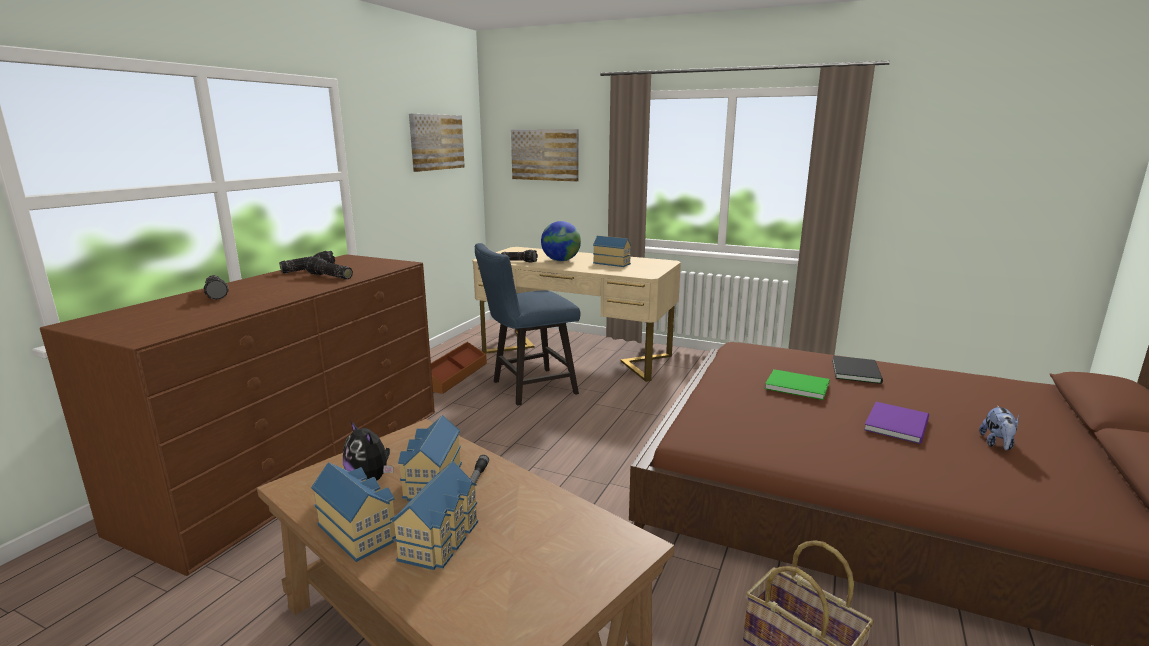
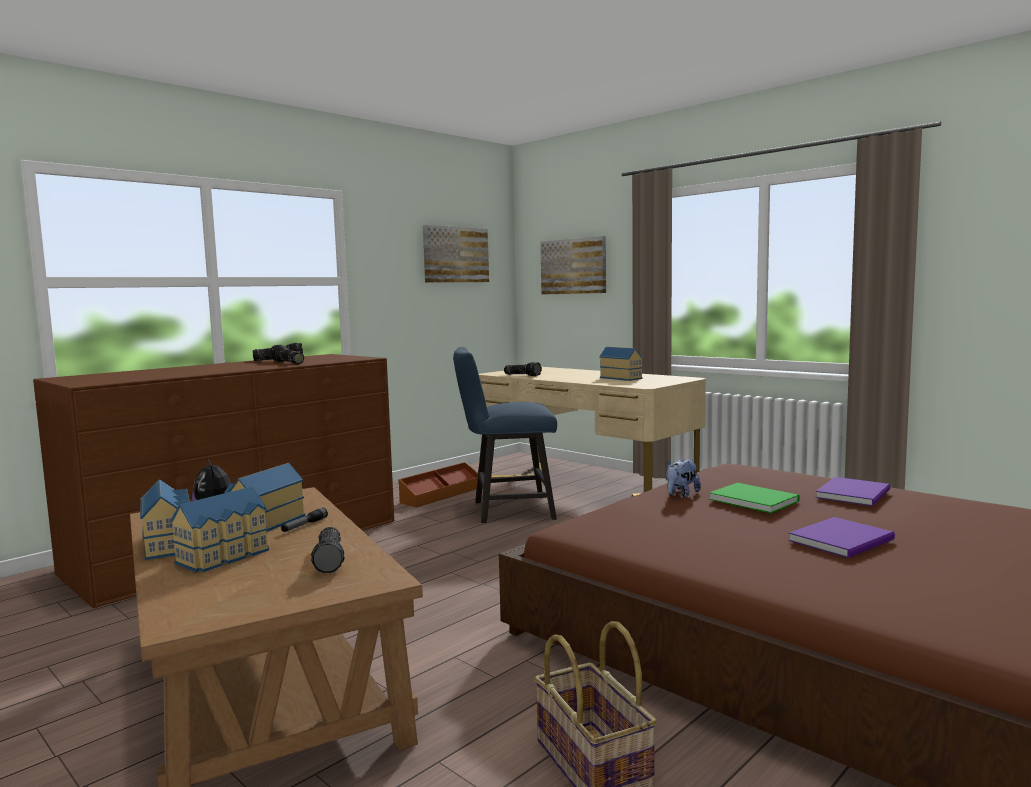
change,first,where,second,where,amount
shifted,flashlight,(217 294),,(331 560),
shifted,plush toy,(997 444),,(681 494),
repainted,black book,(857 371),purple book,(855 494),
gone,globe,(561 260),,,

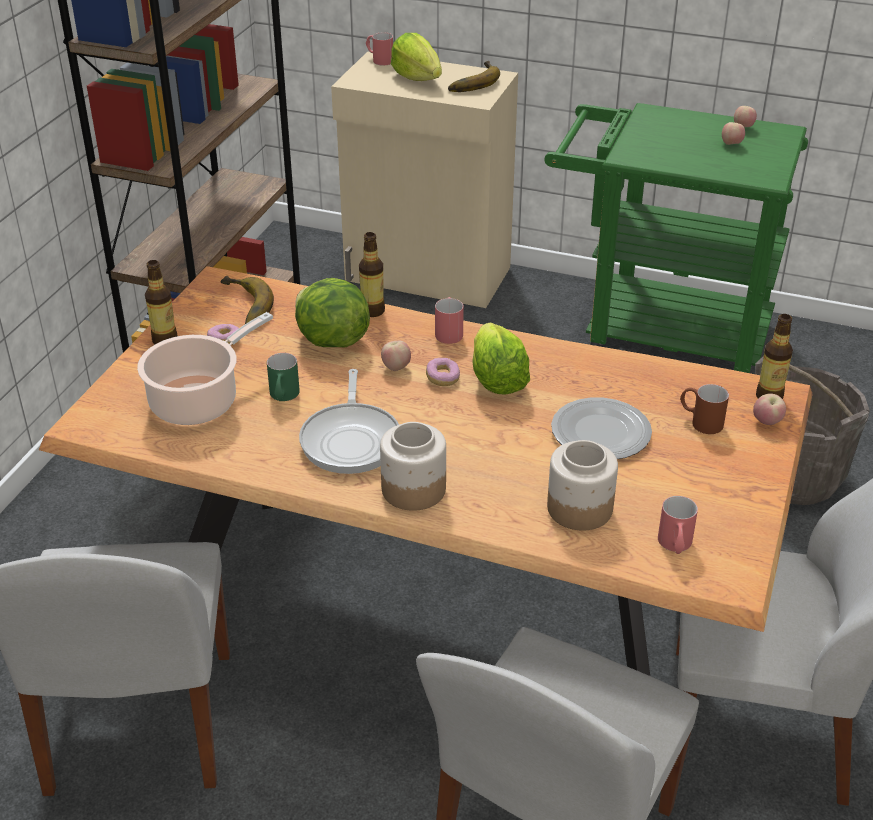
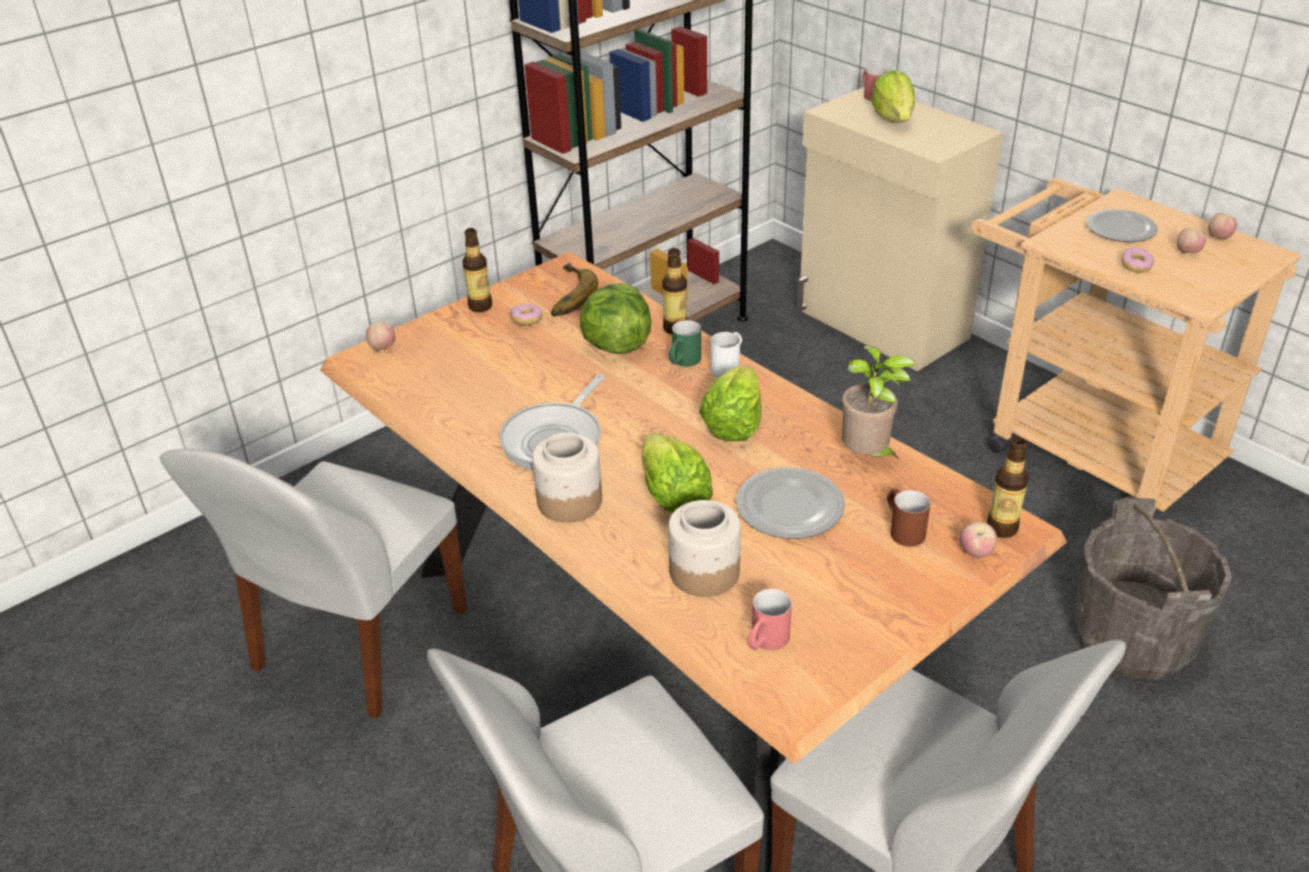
change,first,where,second,where,amount
shifted,apple,(396 367),,(383 348),
new,,,lettuce,(672 496),
shifted,green mug,(283 397),,(682 362),
repainted,red mug,(449 331),white mug,(728 367),
new,,,potted plant,(867 457),
repainted,green cart,(658 334),beige cart,(1084 447),
new,,,plate,(1119 228),
shifted,donut,(442 378),,(1135 266),
gone,cooking pot,(199 400),,,
gone,banana,(471 82),,,

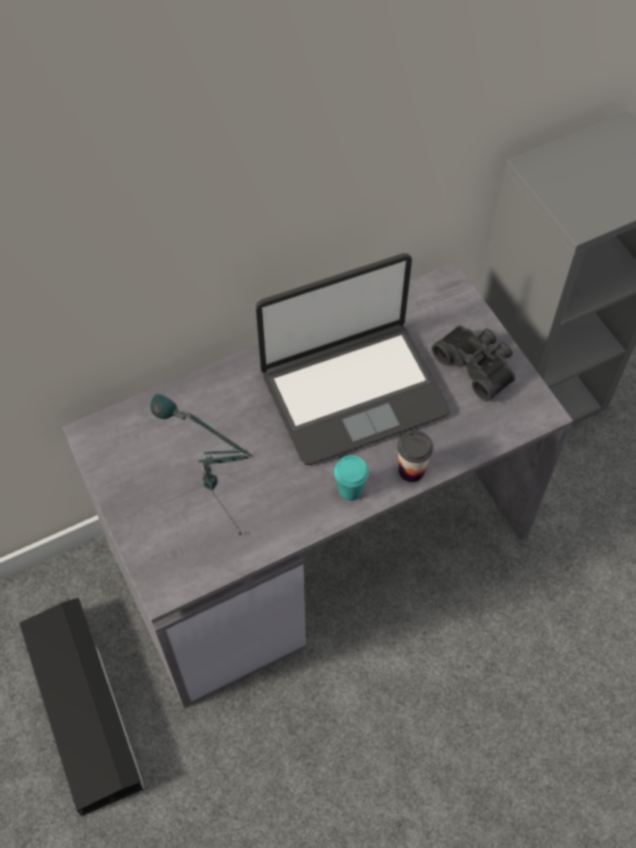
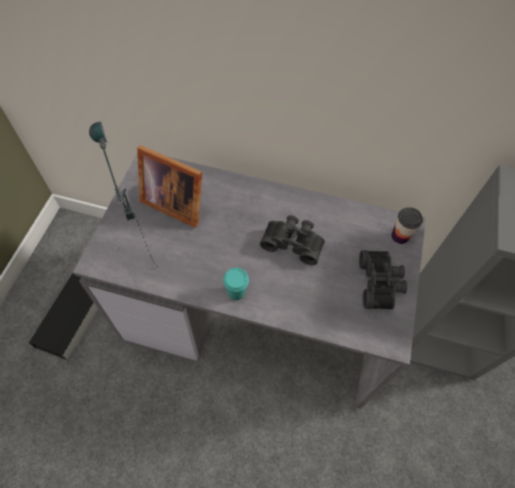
change,first,where,second,where,amount
new,,,picture frame,(174 202),
swapped,laptop,(353 392),black binoculars,(293 242),
shifted,cup,(411 470),,(400 236),

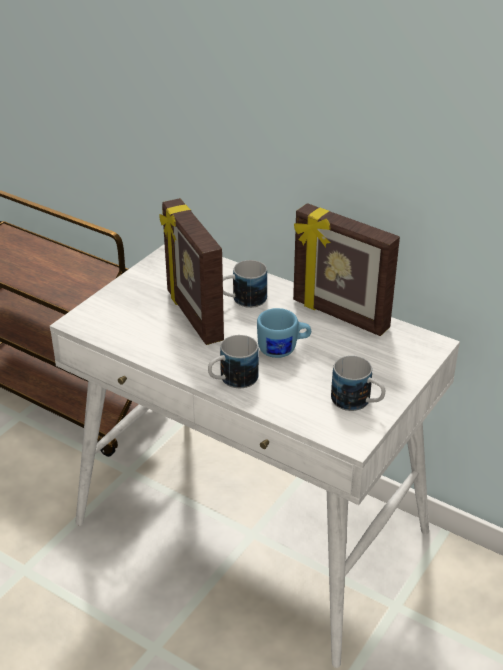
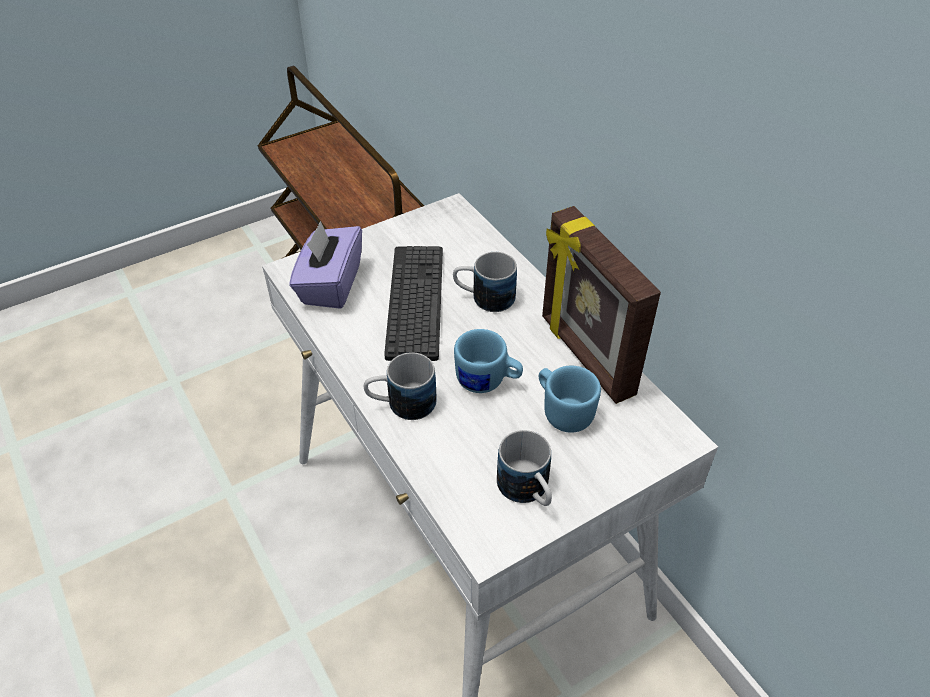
change,first,where,second,where,amount
new,,,purple tissue box,(330 285),
swapped,picture frame,(193 316),keyboard,(415 302),
new,,,blue mug,(563 411),

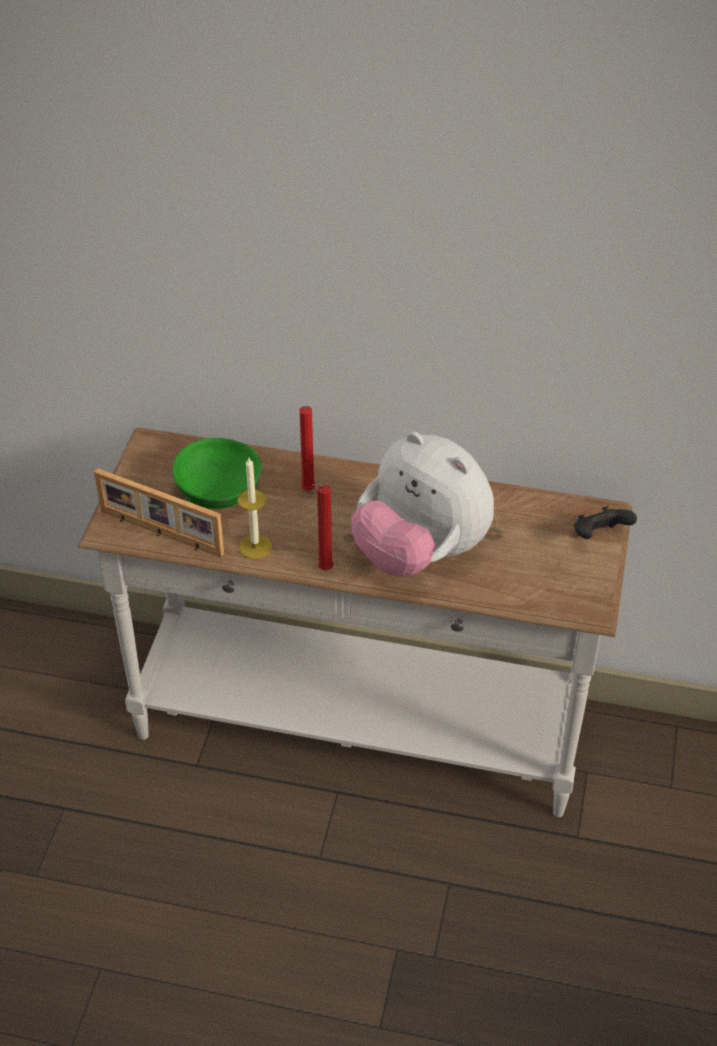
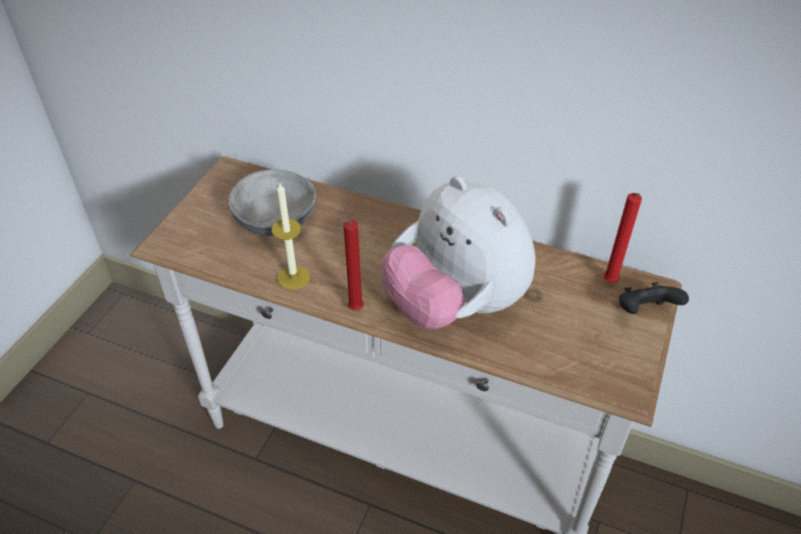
change,first,where,second,where,amount
repainted,green bowl,(217 491),grey bowl,(274 220),
shifted,red candle,(307 492),,(609 283),
gone,picture frame,(160 534),,,

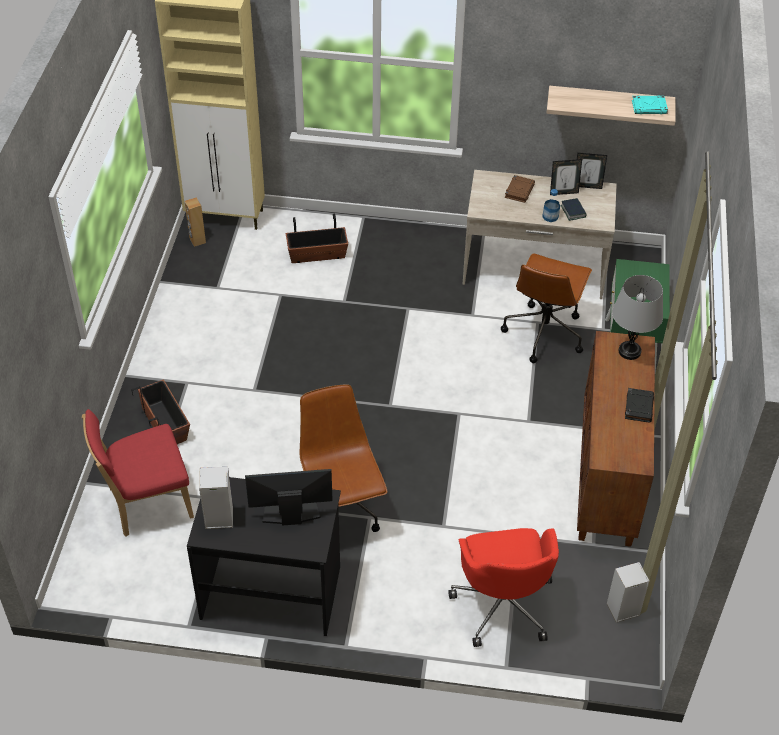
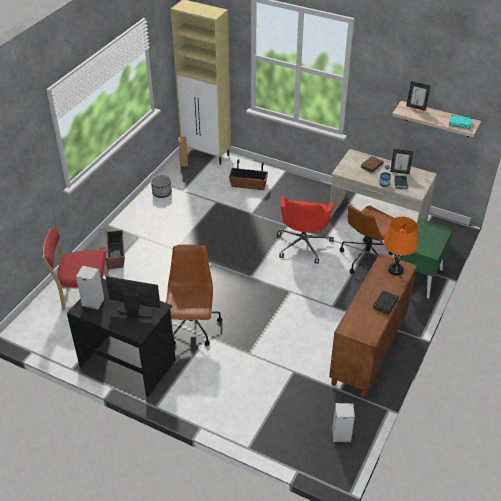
change,first,where,second,where,amount
new,,,planter,(162 193),
shifted,red office chair,(503 603),,(303 244),
repainted,grey table lamp,(629 351),orange table lamp,(395 270),
shifted,picture frame,(587 186),,(416 107),

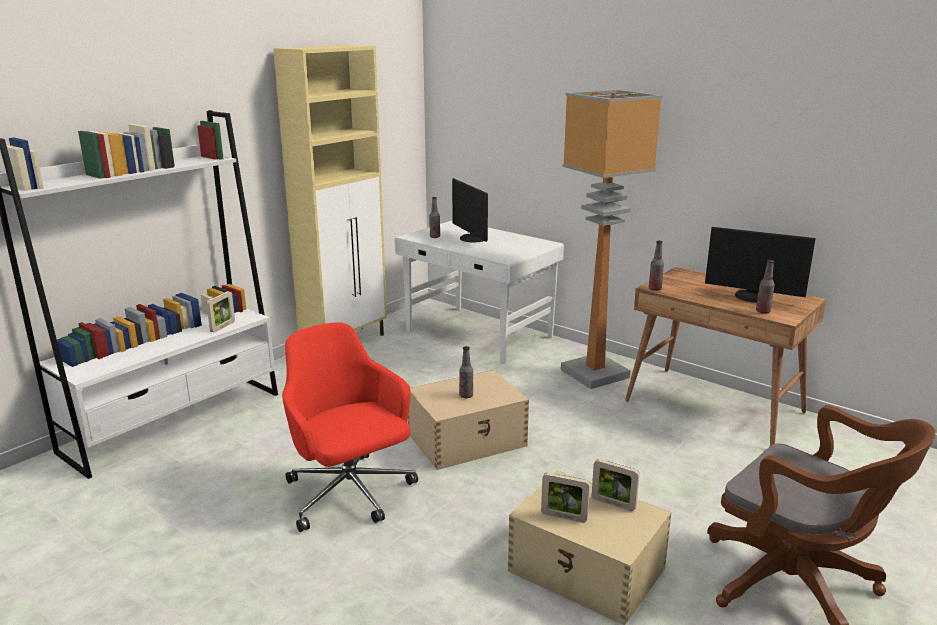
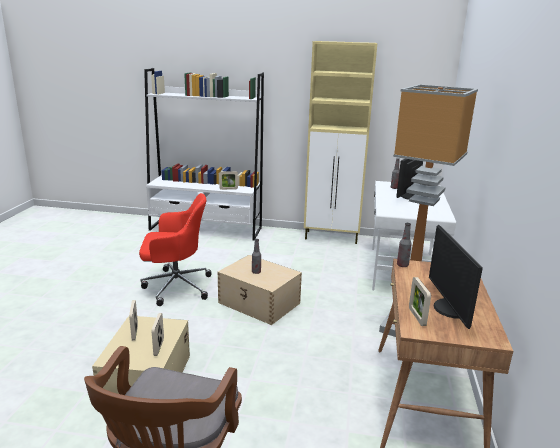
change,first,where,second,where,amount
rotated,red office chair,(350 494),,(175 286),60 degrees clockwise
swapped,bottle,(763 311),picture frame,(417 317),

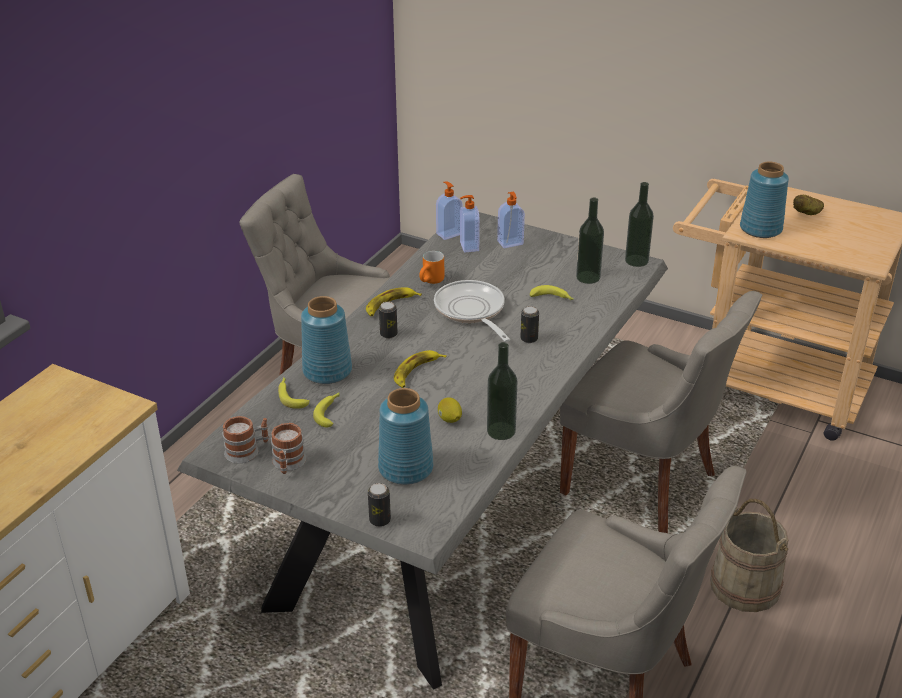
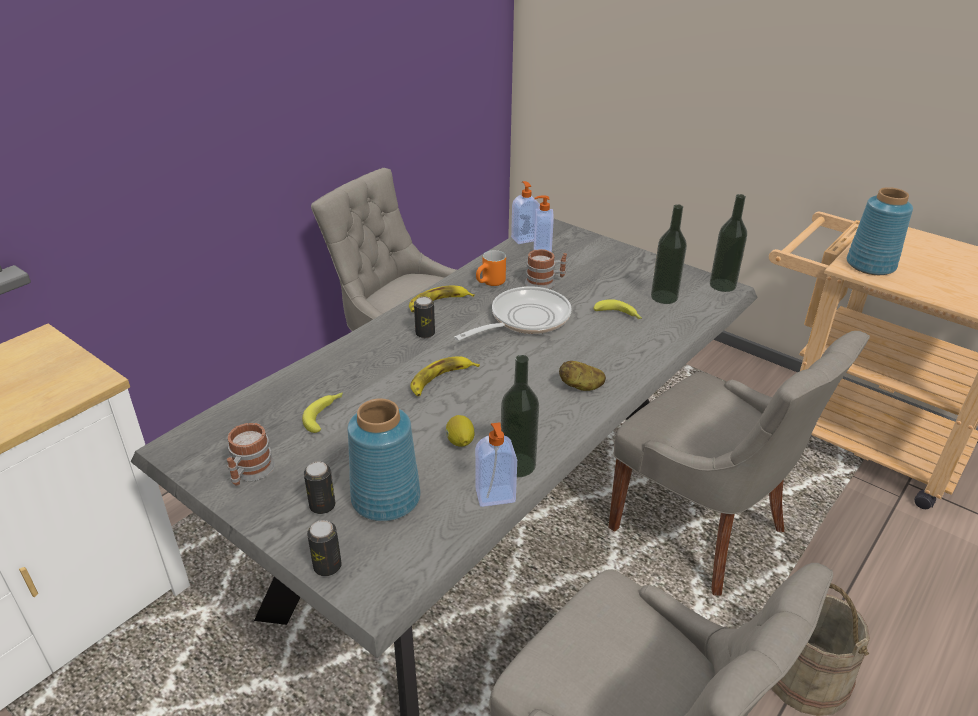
change,first,where,second,where,amount
shifted,can,(529 339),,(322 506),
rotated,frying pan,(471 311),,(524 319),60 degrees clockwise
shifted,soap dispenser,(510 243),,(495 497),
shifted,mug,(247 451),,(545 283),
shifted,potato,(807 213),,(581 386),
gone,banana,(291 396),,,
gone,blue vase,(327 372),,,

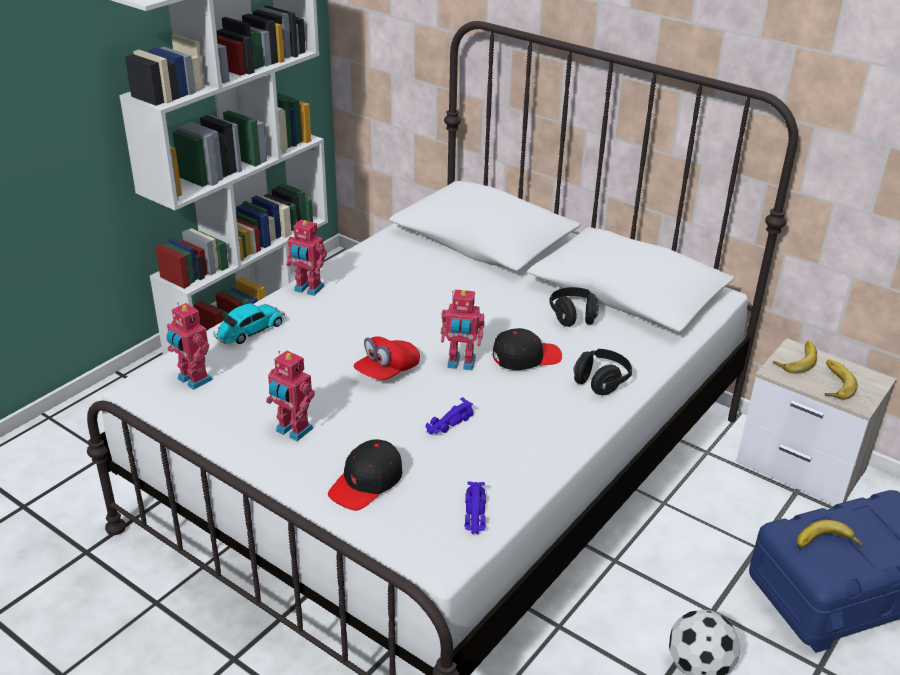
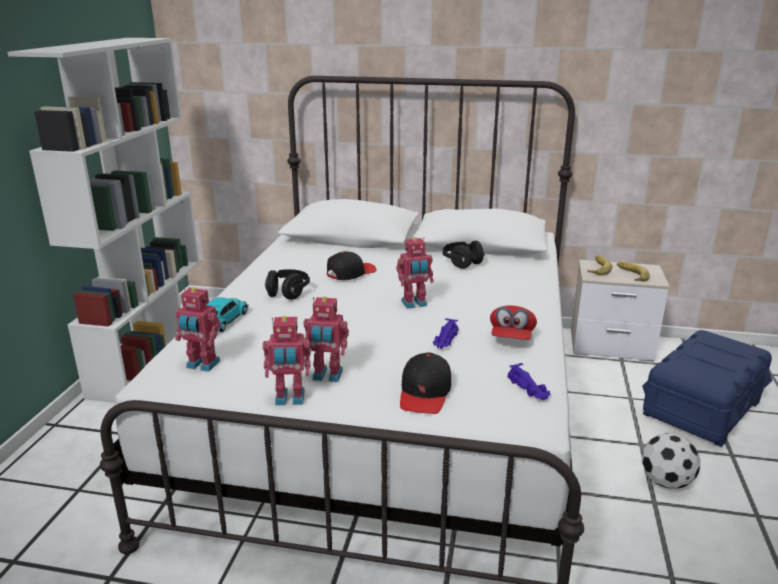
change,first,where,second,where,amount
shifted,toy robot,(308 289),,(290 399),
shifted,black headphones,(601 382),,(288 293),
shifted,black cap,(525 357),,(351 273),
shifted,red cap,(387 371),,(511 337),
gone,banana,(826 544),,,

